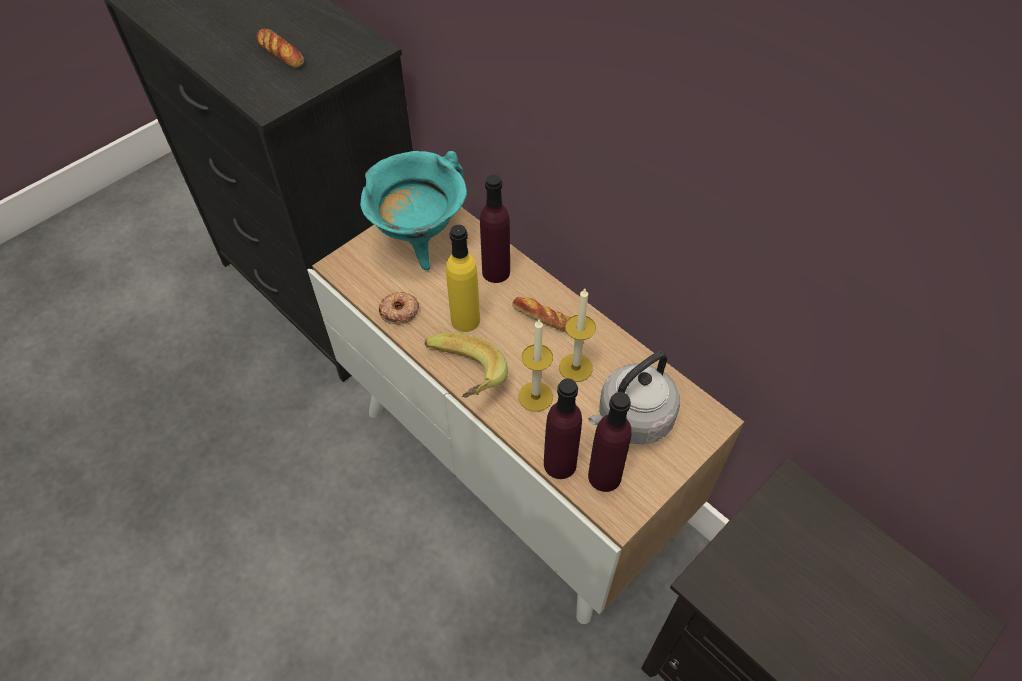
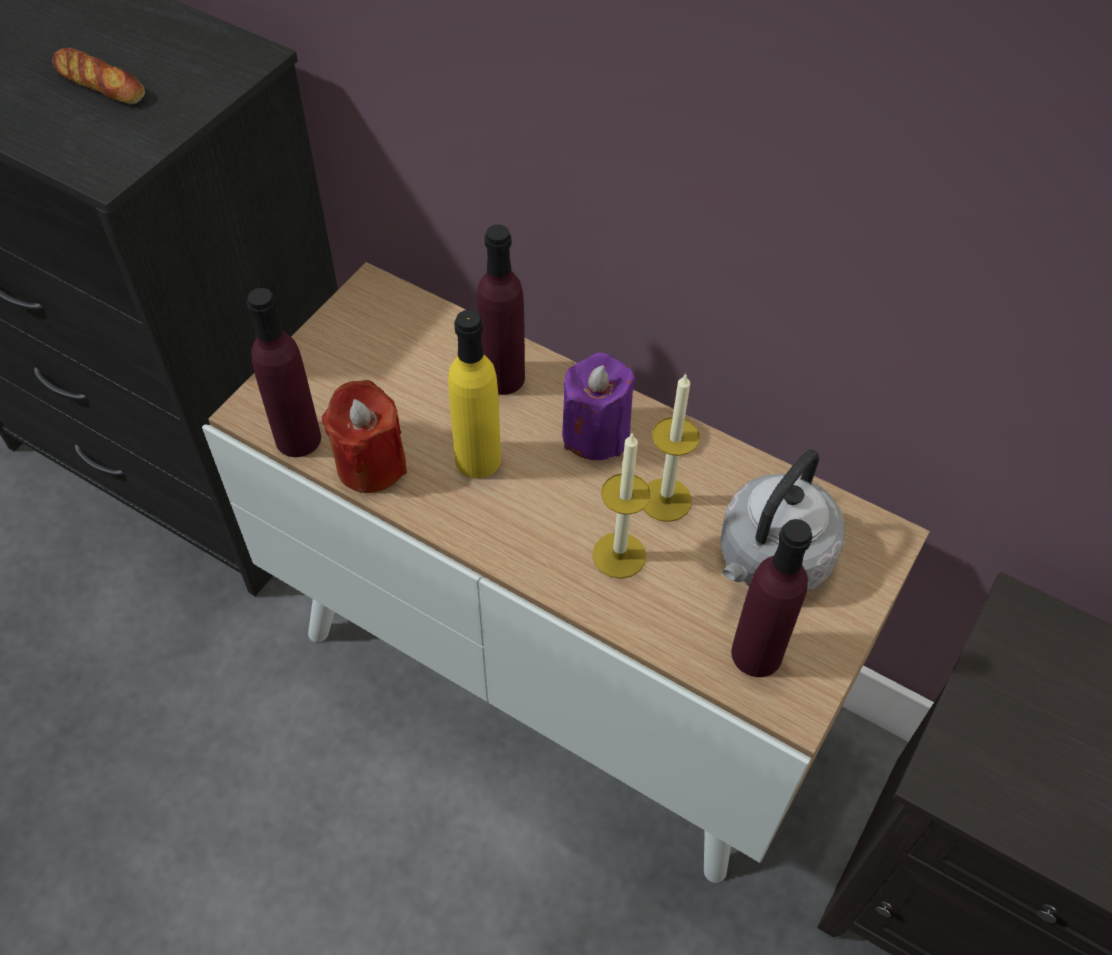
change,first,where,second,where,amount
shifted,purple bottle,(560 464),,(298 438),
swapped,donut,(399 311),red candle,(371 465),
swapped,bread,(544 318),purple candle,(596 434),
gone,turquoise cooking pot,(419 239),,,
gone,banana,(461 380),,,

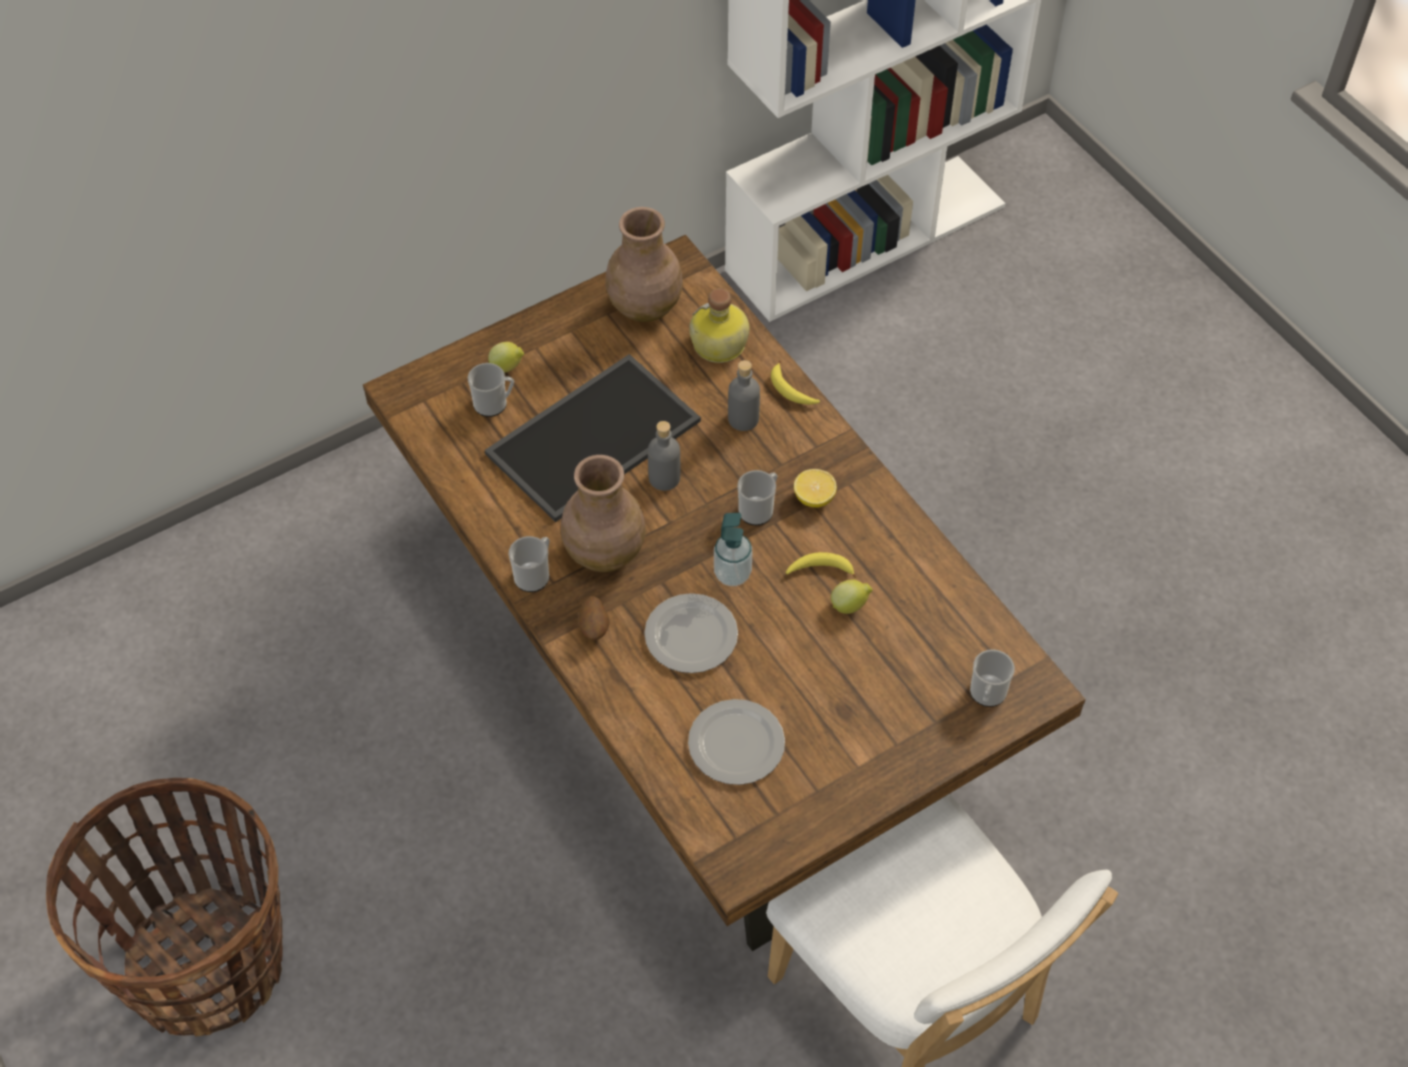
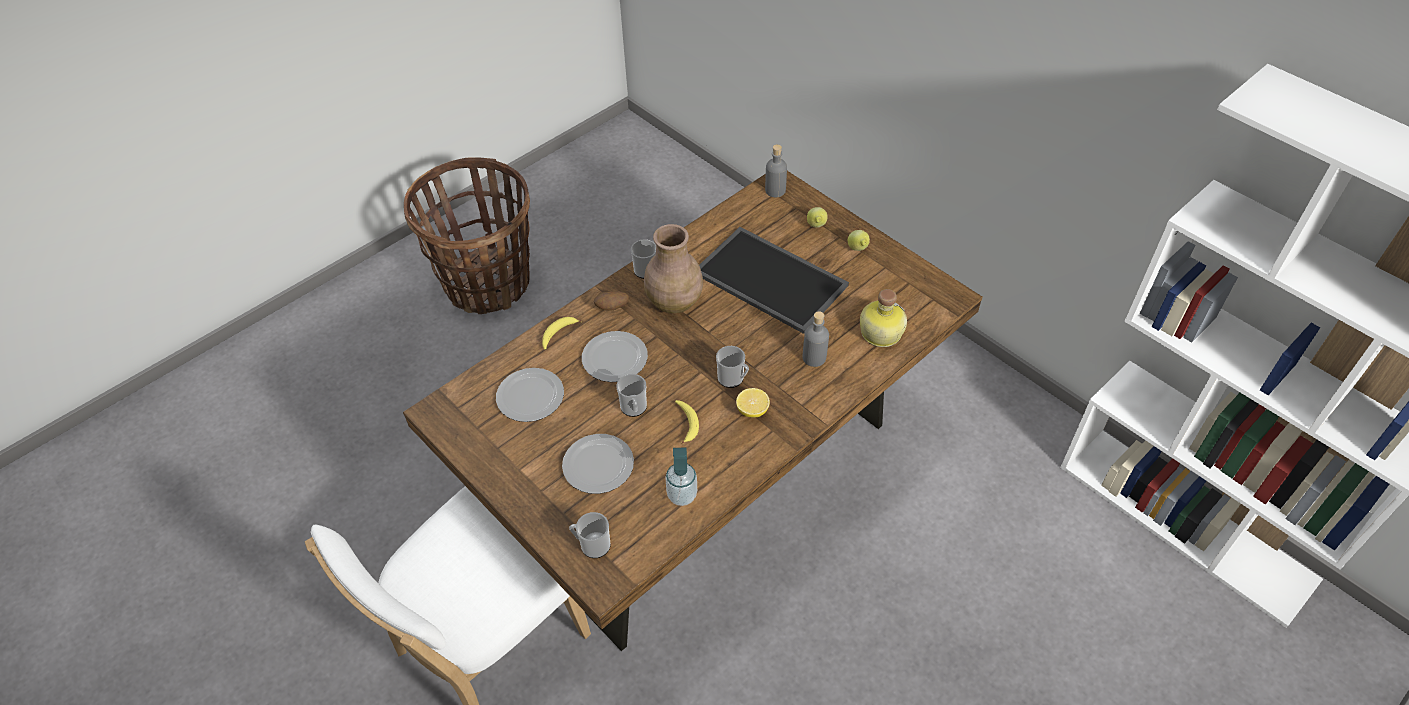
change,first,where,second,where,amount
shifted,banana,(791 390),,(558 334),
new,,,plate,(597 466),
shifted,mug,(494 404),,(634 409),
shifted,soap dispenser,(732 574),,(682 495),
shifted,grey bottle,(664 478),,(775 190),
shifted,lemon,(850 606),,(858 249),
gone,brown vase,(644 307),,,

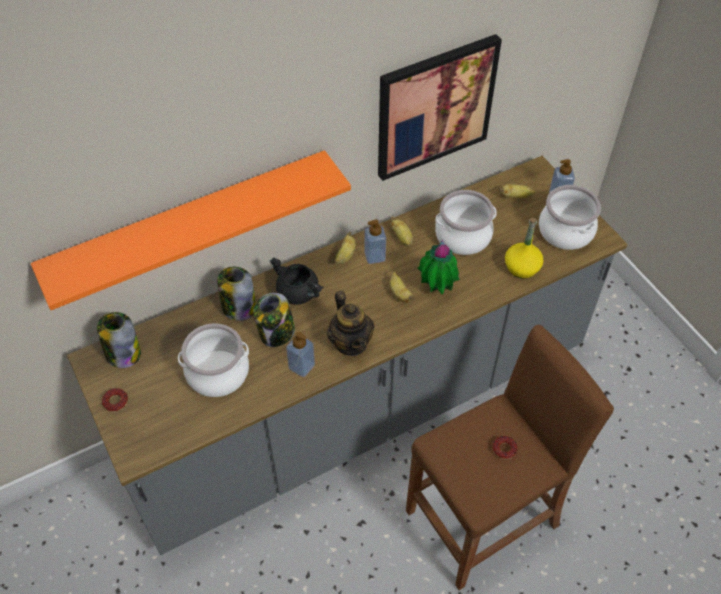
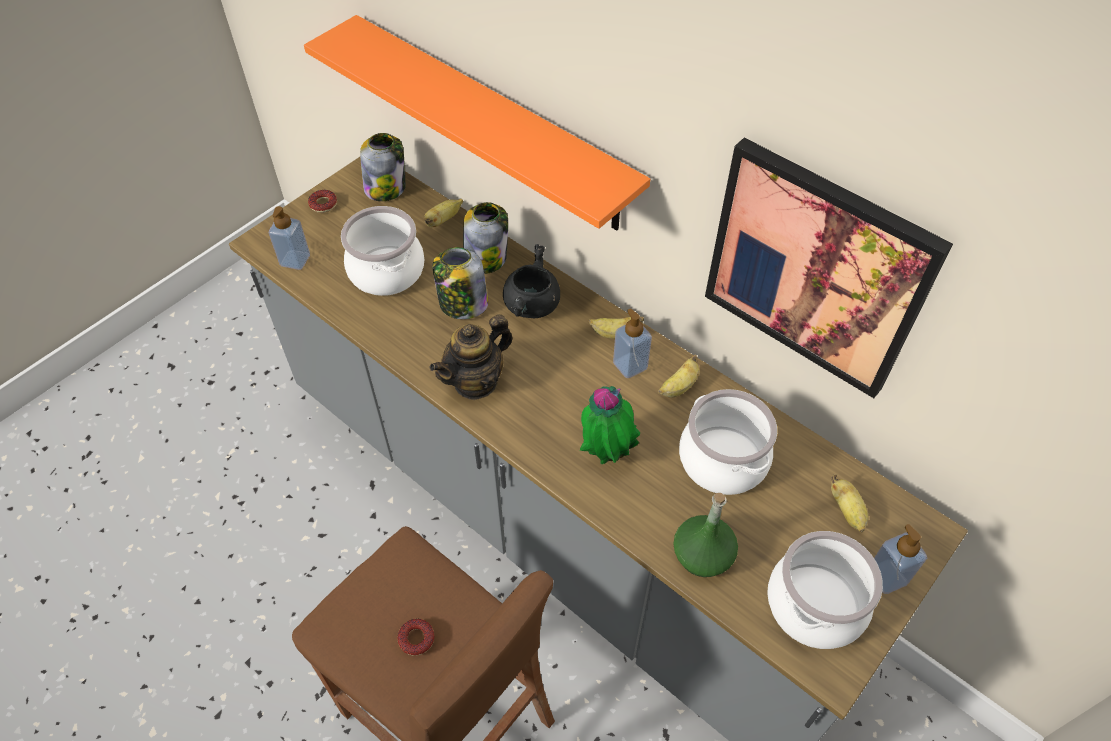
change,first,where,second,where,amount
shifted,soap dispenser,(301 366),,(295 260),
shifted,banana,(399 294),,(443 220),
repainted,yellow bottle,(521 268),green bottle,(702 555),

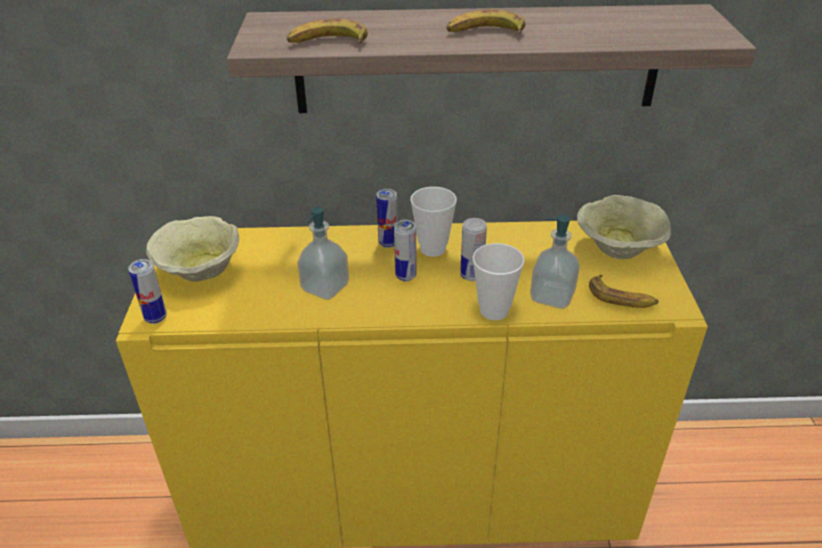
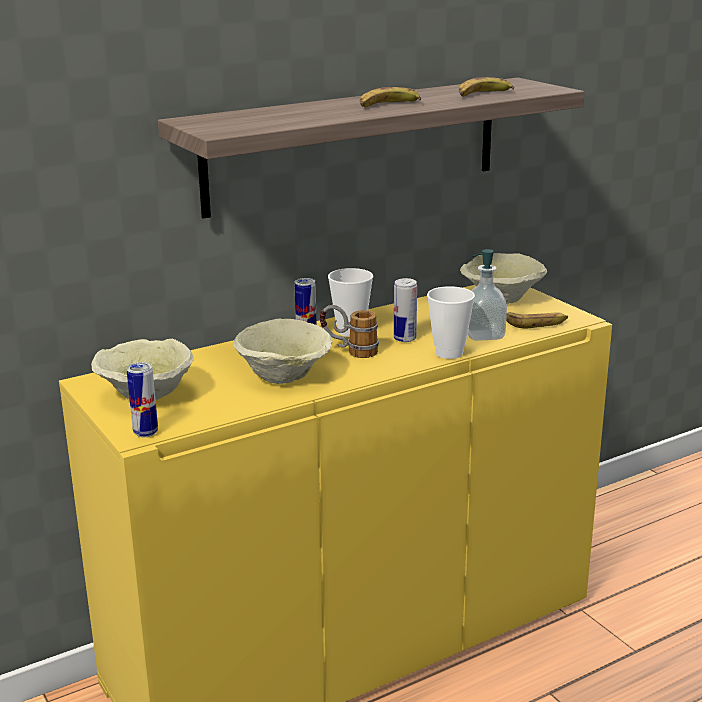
change,first,where,second,where,amount
swapped,soap dispenser,(325 287),beige bowl,(286 375),
swapped,can,(405 276),mug,(349 352),
shifted,banana,(327 42),,(482 94),

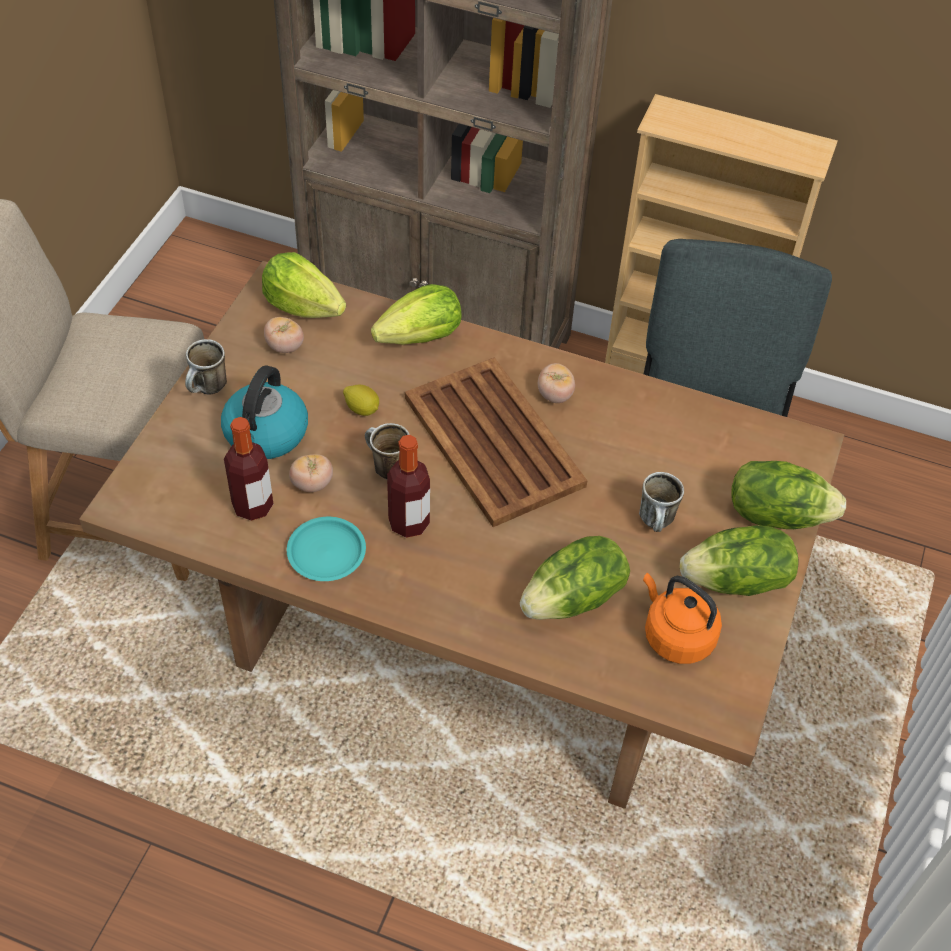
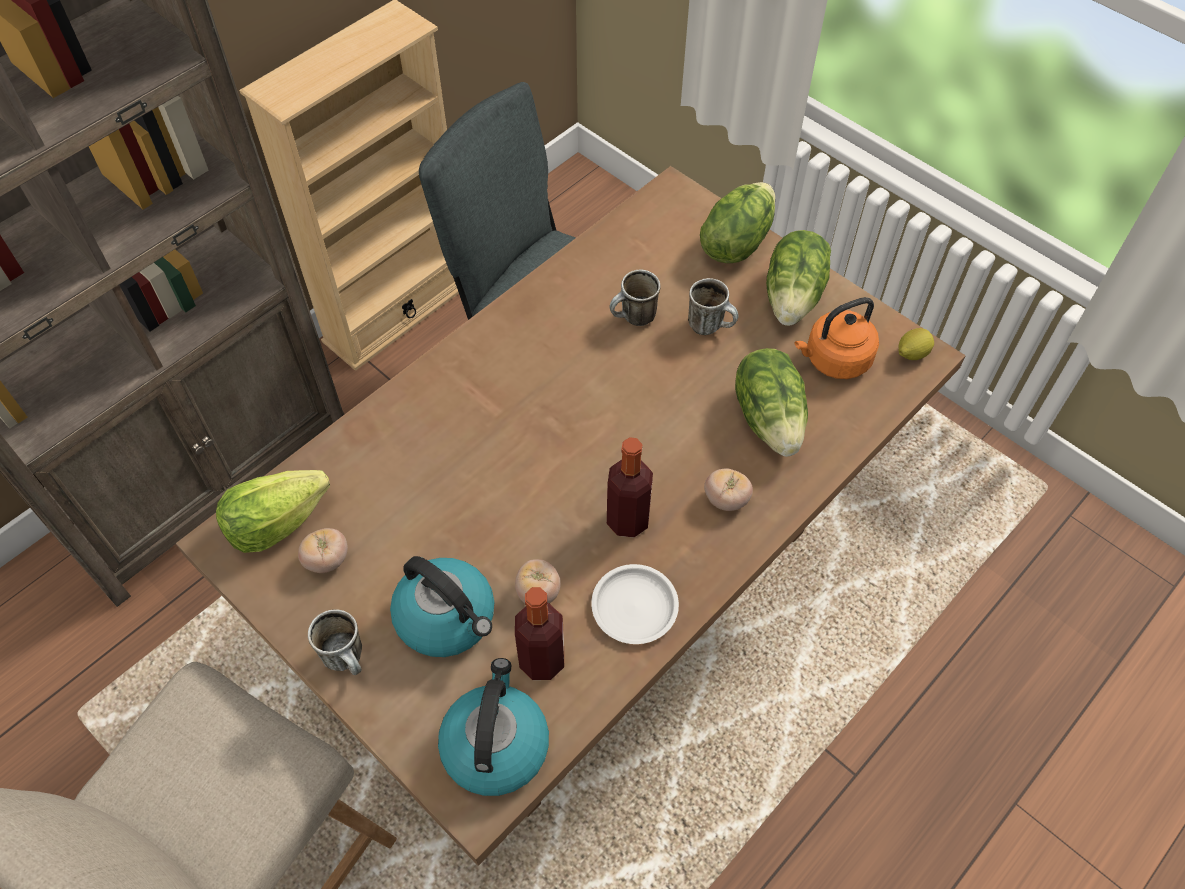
change,first,where,second,where,amount
new,,,kettle,(495 744),
repainted,turquoise plate,(326 552),white plate,(634 607),
shifted,mug,(385 467),,(634 319),
shifted,tomato,(555 395),,(726 499),
shifted,lemon,(362 409),,(911 354),
gone,lettuce,(421 337),,,
gone,brown tray,(494 443),,,

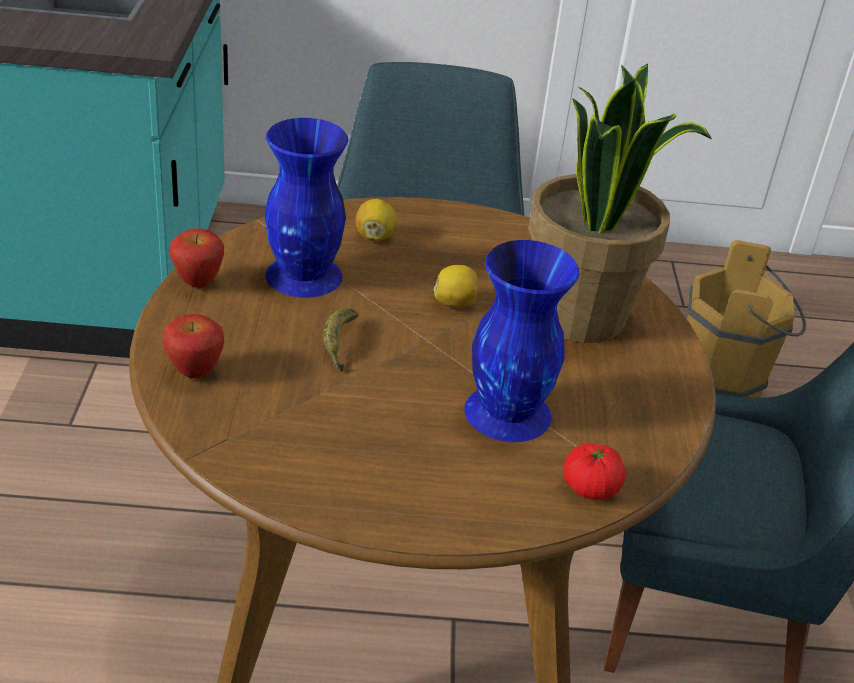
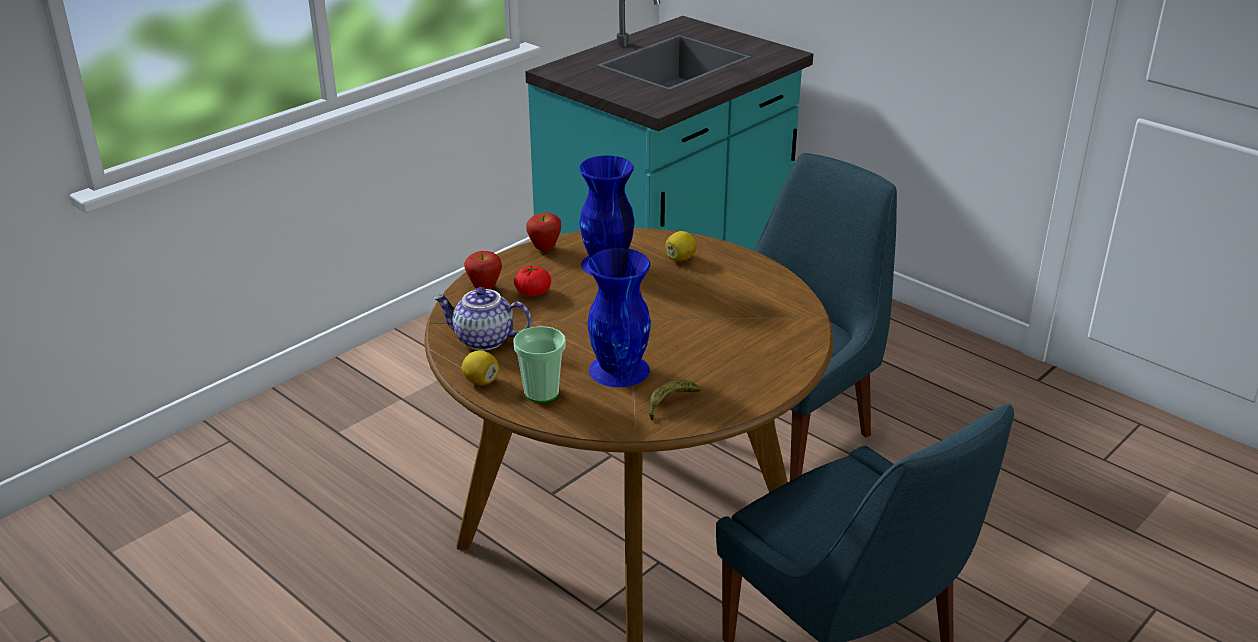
change,first,where,second,where,amount
new,,,teapot,(483 340),
shifted,lemon,(455 303),,(481 381),
new,,,cup,(541 393),
shifted,tomato,(590 487),,(533 292),
shifted,banana,(338 344),,(670 404),
gone,potted plant,(581 317),,,
gone,brown bucket,(725 385),,,

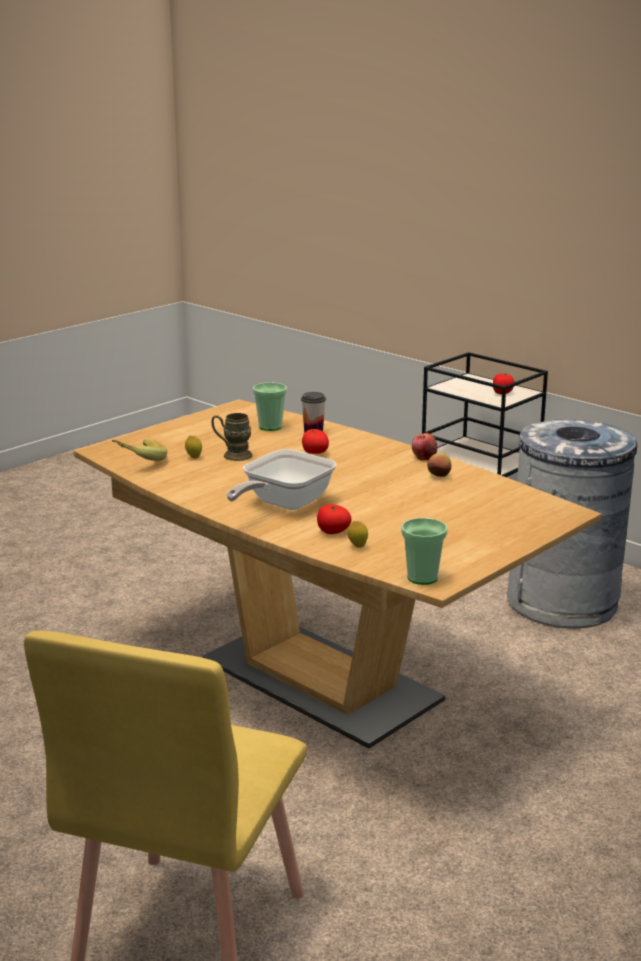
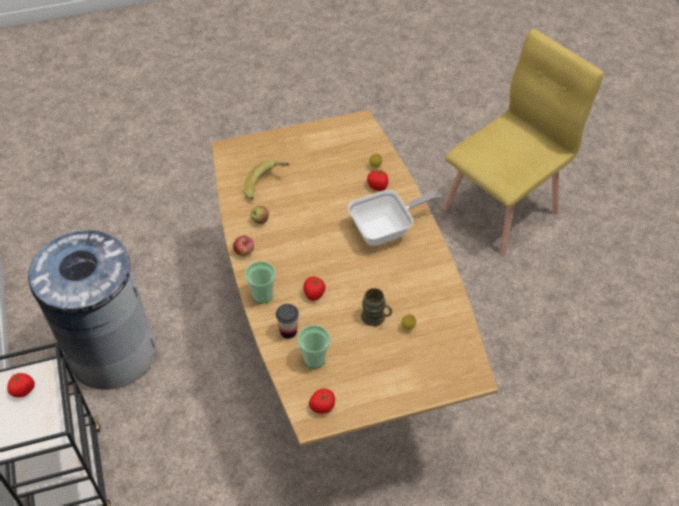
change,first,where,second,where,amount
shifted,banana,(138 461),,(267 186),
shifted,cup,(422 578),,(262 295),
new,,,tomato,(322 406),

